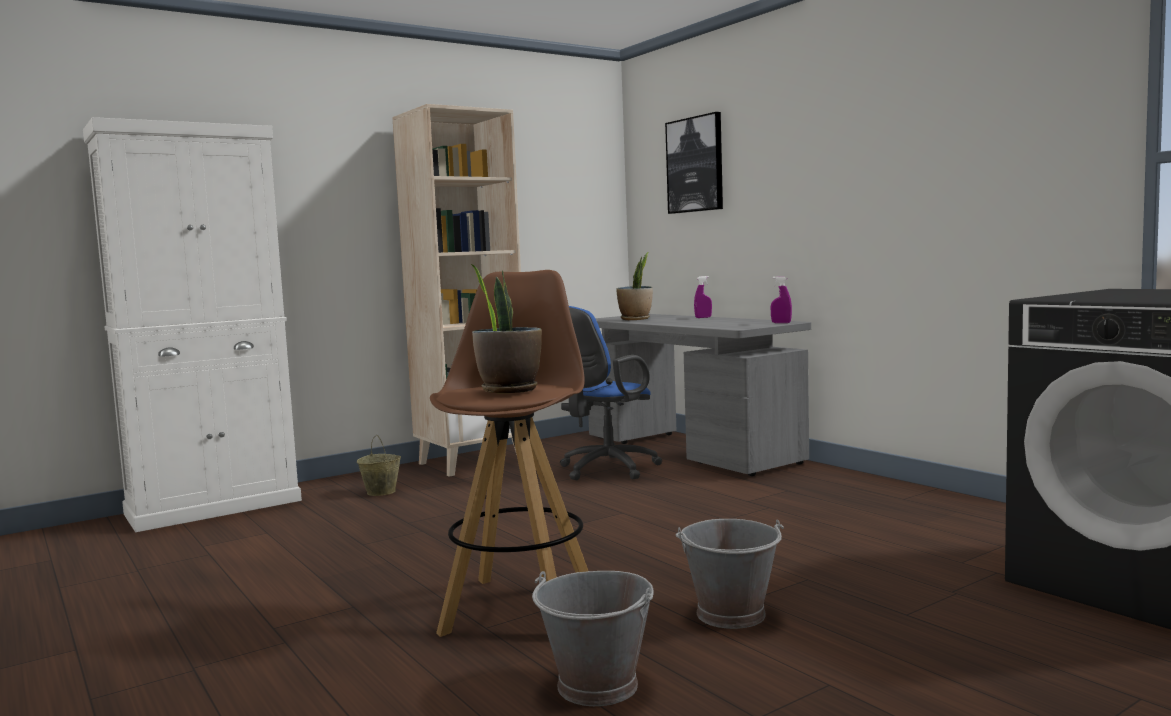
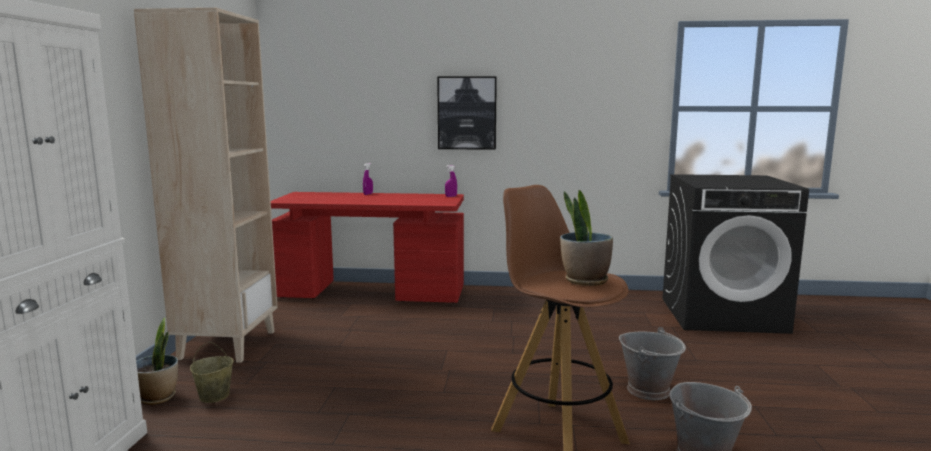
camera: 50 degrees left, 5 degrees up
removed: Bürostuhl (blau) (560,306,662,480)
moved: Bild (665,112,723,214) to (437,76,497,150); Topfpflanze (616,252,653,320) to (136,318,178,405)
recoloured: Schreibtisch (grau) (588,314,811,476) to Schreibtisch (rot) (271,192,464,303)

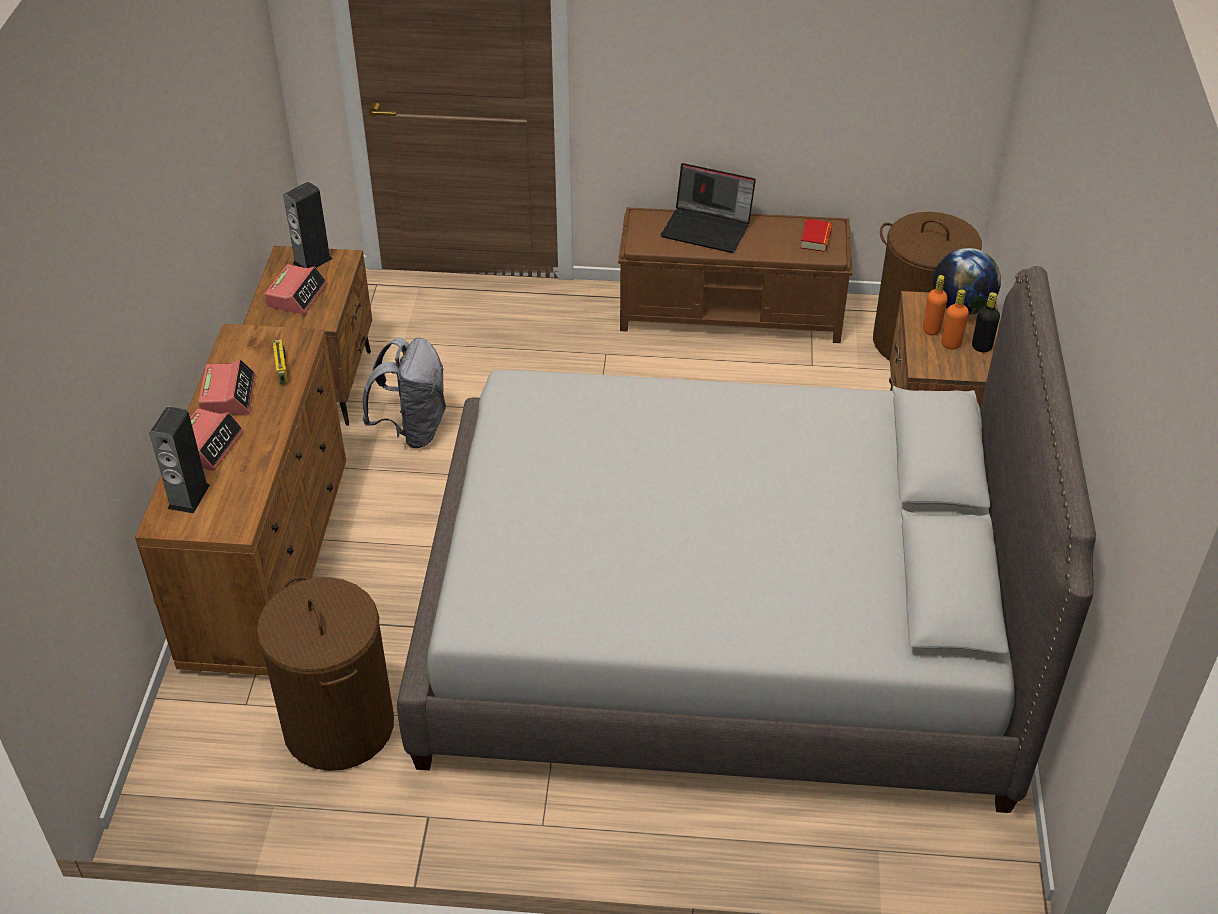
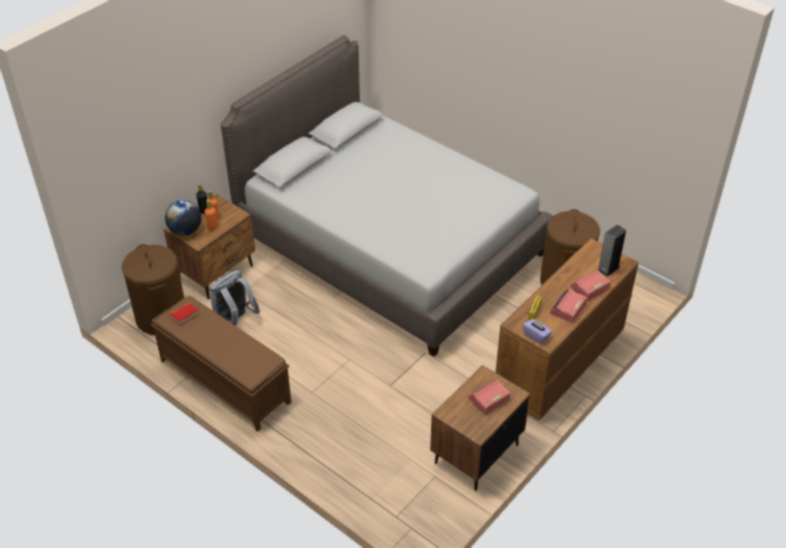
camera: 145 degrees left, 0 degrees up
removed: Laptop (661,163,756,253); Lautsprecher (283,182,333,268)
added: Taschentuchbox (lila) (523,318,552,344)
moved: Rucksack (grau) (363,337,446,448) to (209,270,260,326)

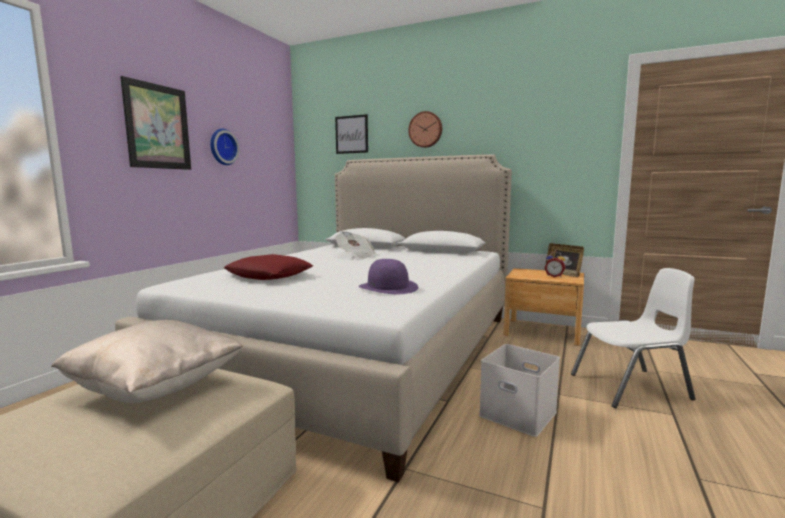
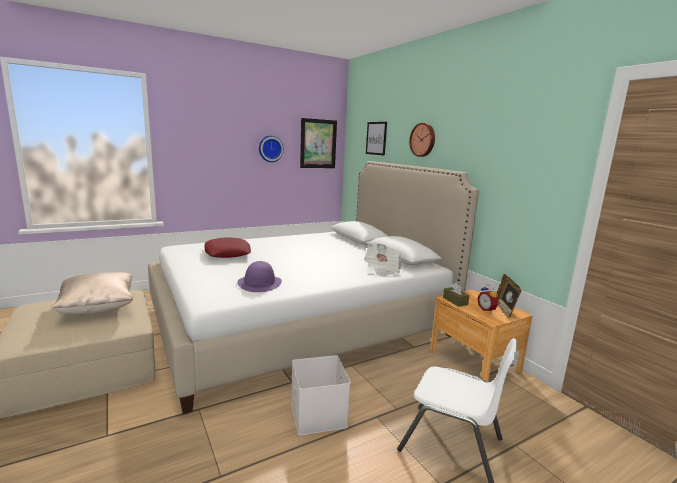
camera: 35 degrees right, 5 degrees up
added: Taschentuchbox (braun) (443,282,470,307)
moved: Bild (120,76,191,170) to (300,118,337,168); Zeitung (335,231,376,259) to (364,243,401,277)

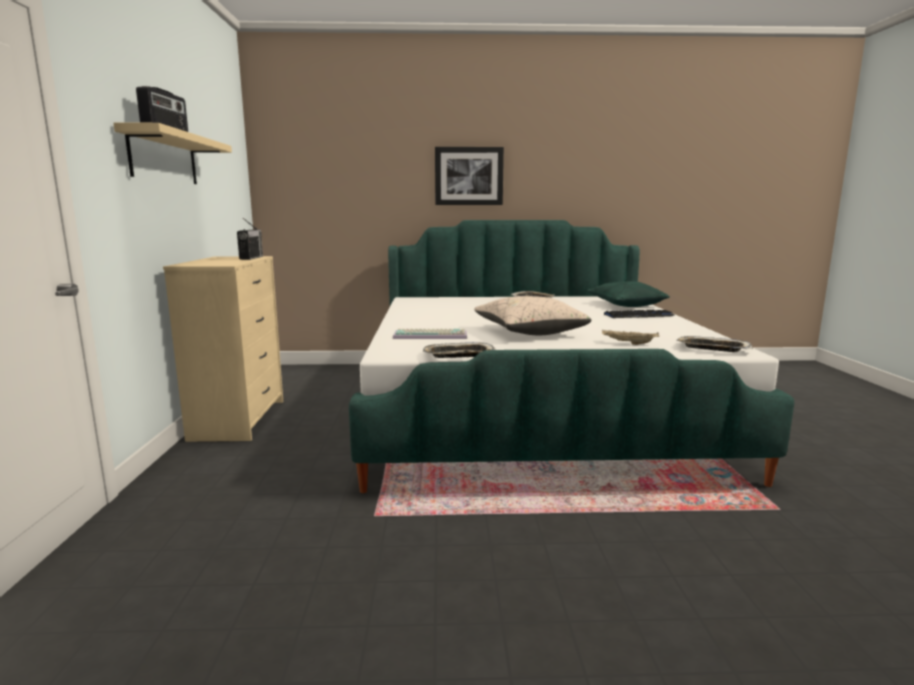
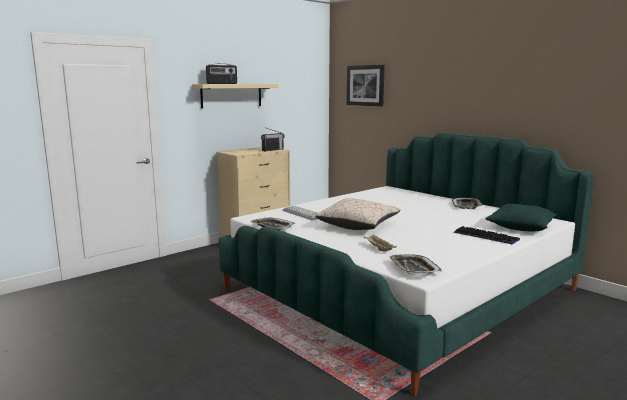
camera: 50 degrees right, 0 degrees up
moved: Bild (435,147,504,205) to (347,65,385,107)

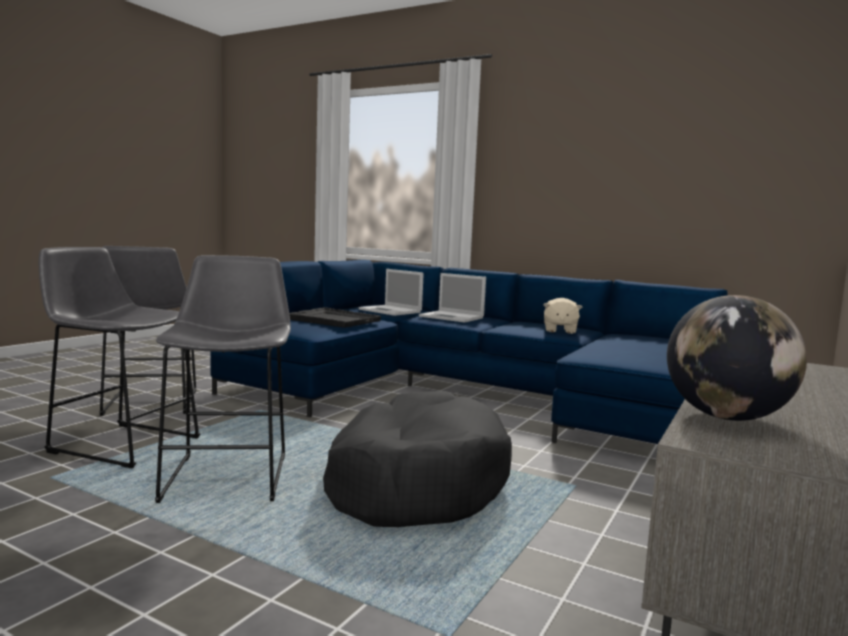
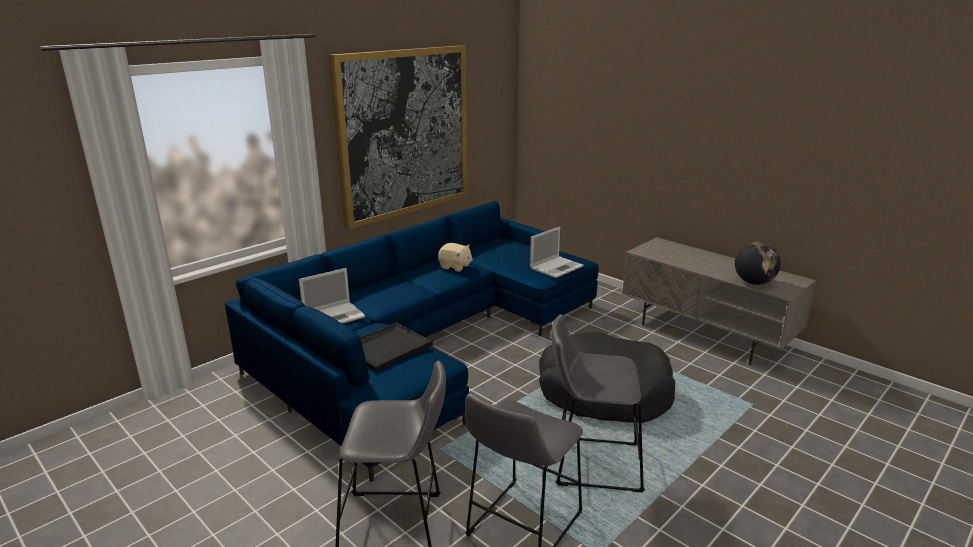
camera: 75 degrees left, 15 degrees up
added: Bild (329,45,468,229)
moved: Laptop (419,273,486,323) to (530,227,583,278)

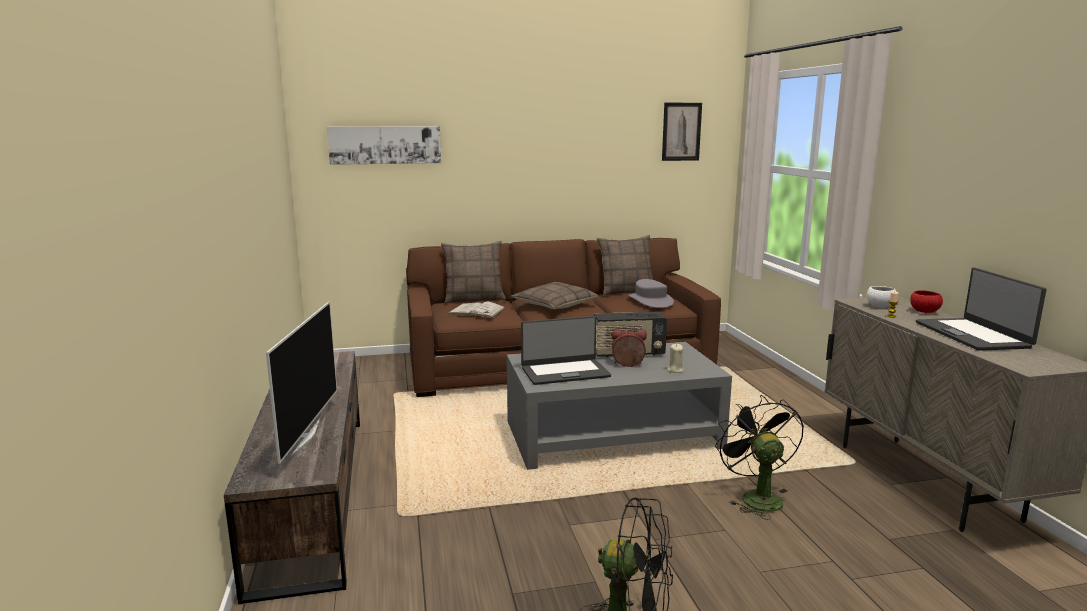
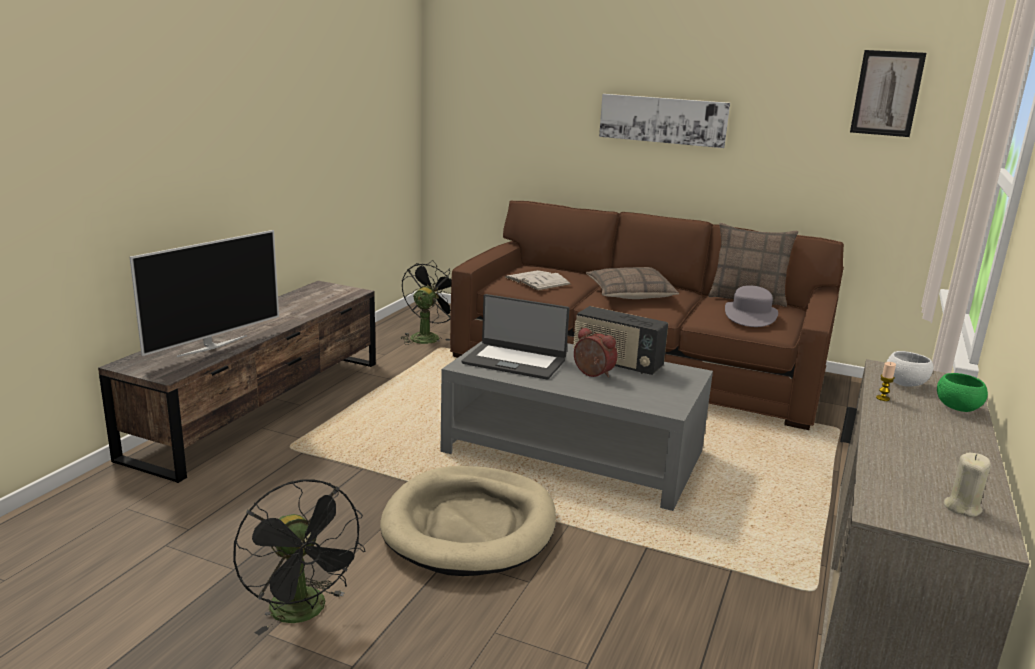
camera: 35 degrees right, 5 degrees up
removed: Kissen (441,241,506,304); Laptop (916,267,1046,351)
added: Hundebett (beige) (380,466,556,576)
moved: Bild (327,126,441,165) to (599,94,730,148); Kerze (beige) (667,344,683,373) to (944,453,991,517); Ventilator (schwarz) (715,395,804,520) to (400,260,452,345)
recoloured: Schüssel (rot) (910,290,943,313) to Schüssel (grün) (937,373,988,412)

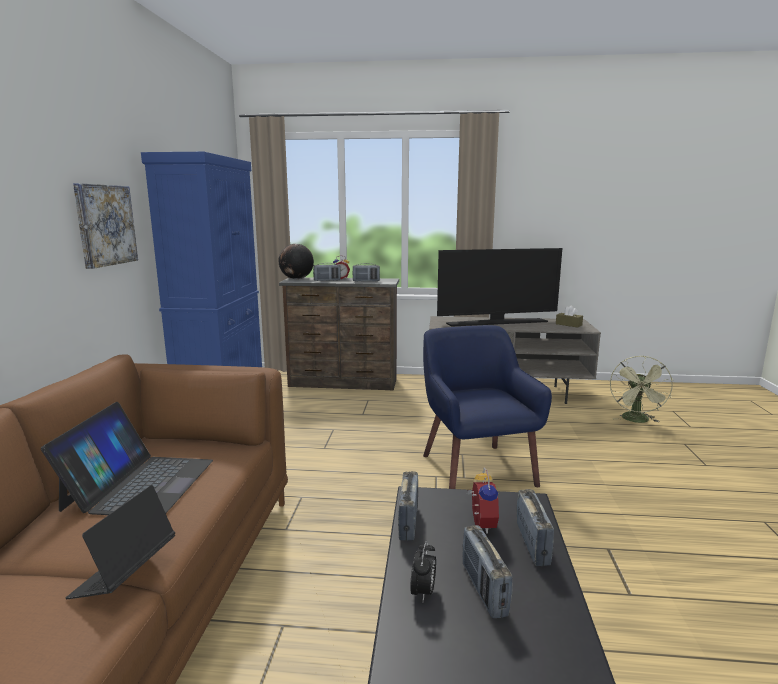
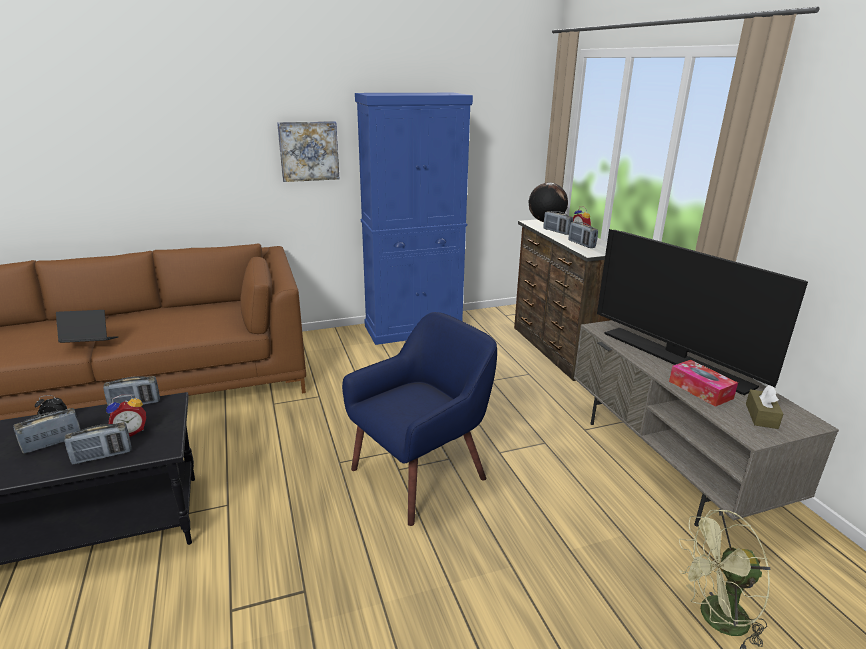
camera: 65 degrees right, 10 degrees up
removed: Laptop (41,402,213,515)
added: Taschentuchbox (669,360,738,407)

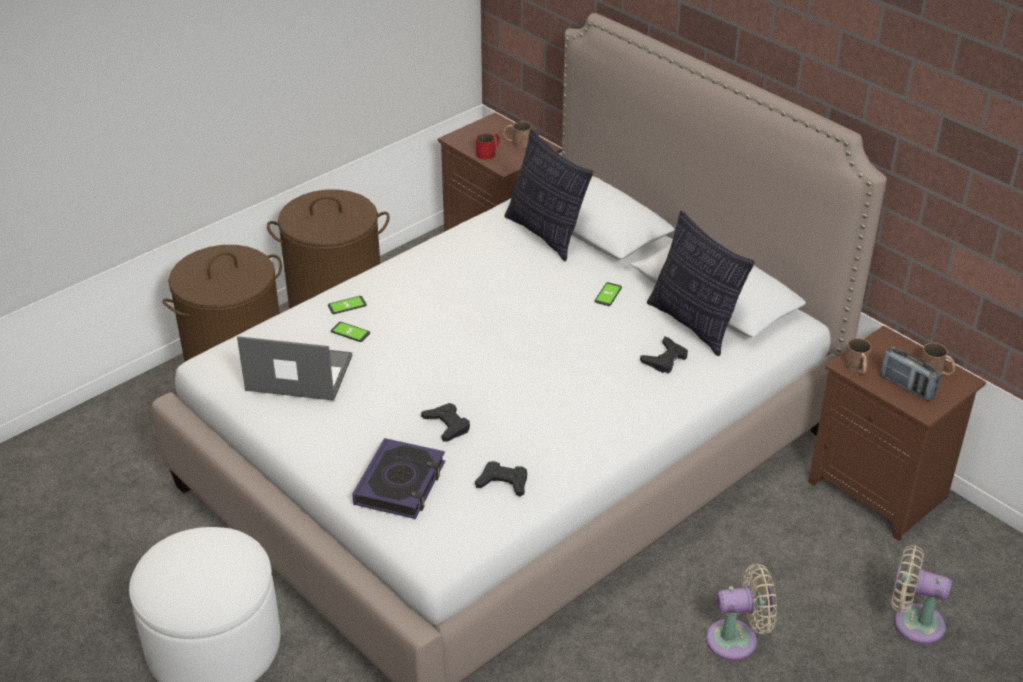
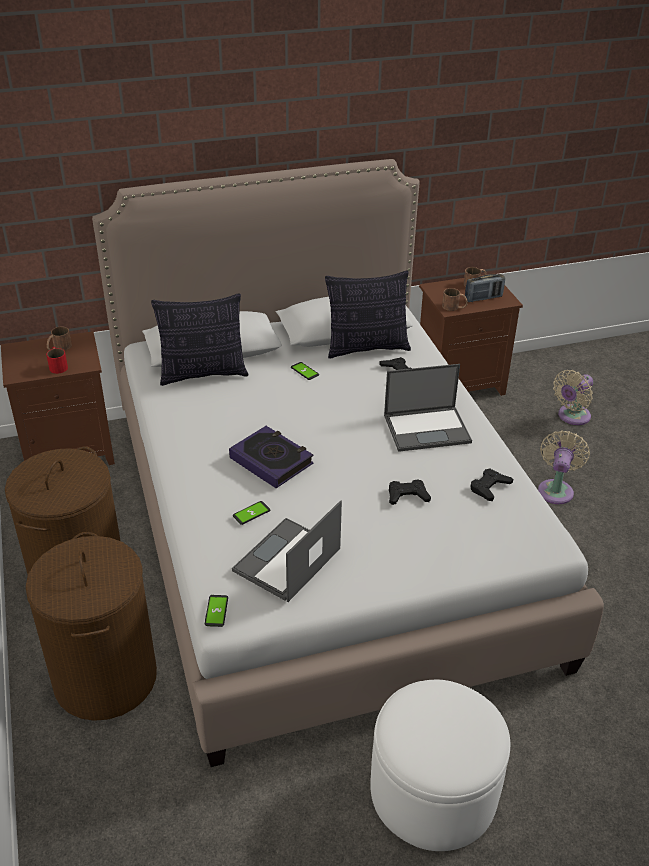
camera: 65 degrees left, 0 degrees up
added: Laptop (384,364,472,452)
moved: Handy (328,296,367,314) to (205,595,228,627); Buch (352,438,445,519) to (229,426,314,488)

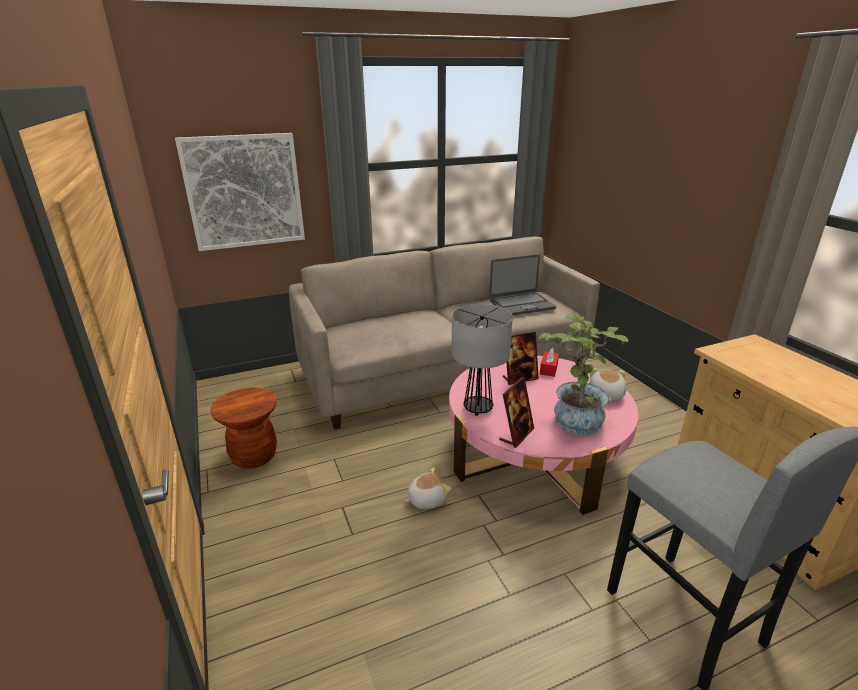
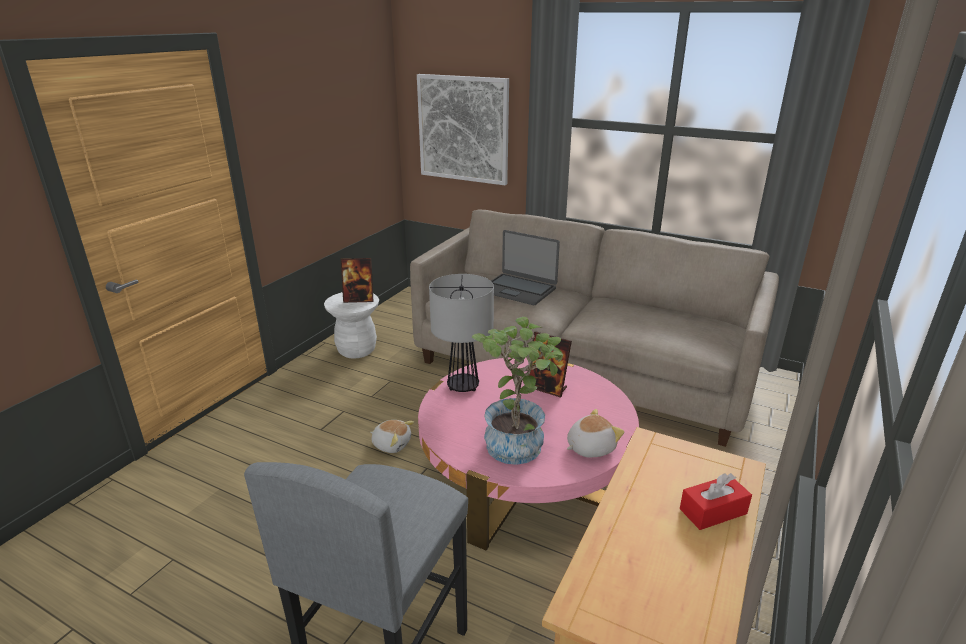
camera: 50 degrees right, 0 degrees up
moved: Laptop (489,254,556,315) to (491,230,560,305); Taschentuchbox (rot) (540,348,559,377) to (680,473,752,530); Bilderrahmen (499,377,534,448) to (341,258,374,303)
recoloured: Hocker (braun) (210,387,277,469) to Hocker (weiß) (324,292,379,359)

